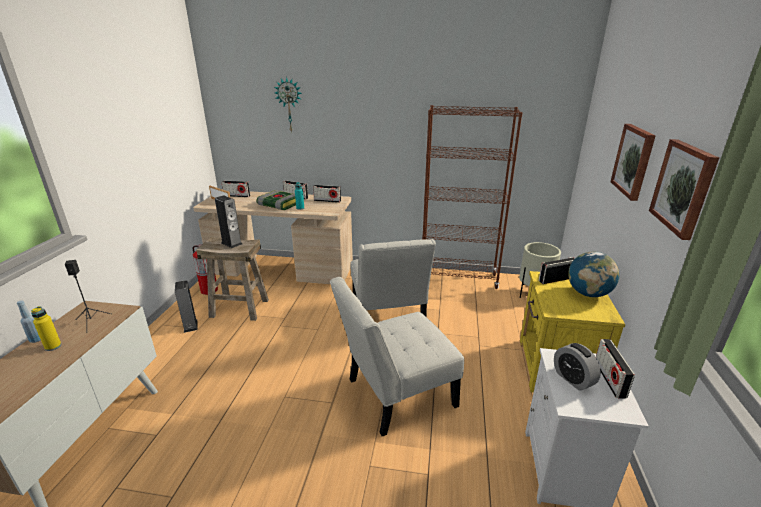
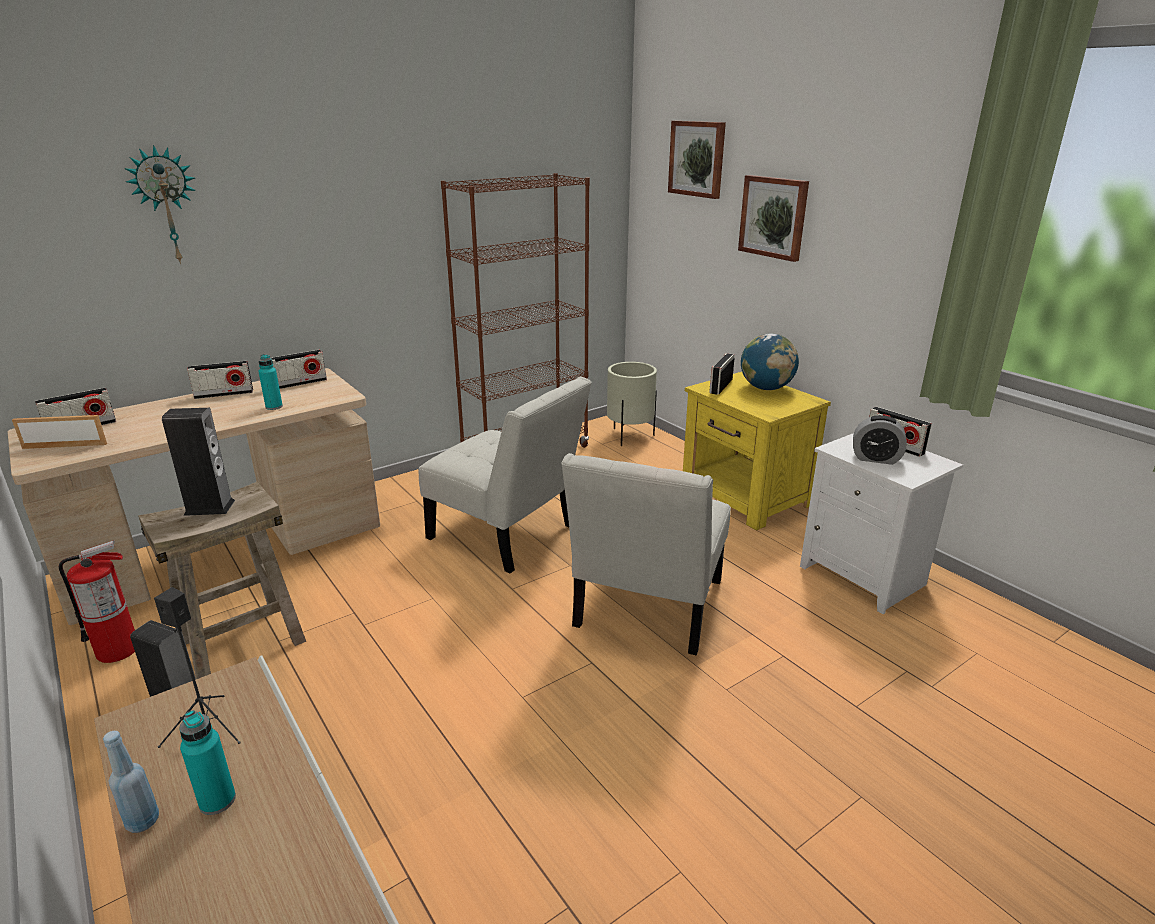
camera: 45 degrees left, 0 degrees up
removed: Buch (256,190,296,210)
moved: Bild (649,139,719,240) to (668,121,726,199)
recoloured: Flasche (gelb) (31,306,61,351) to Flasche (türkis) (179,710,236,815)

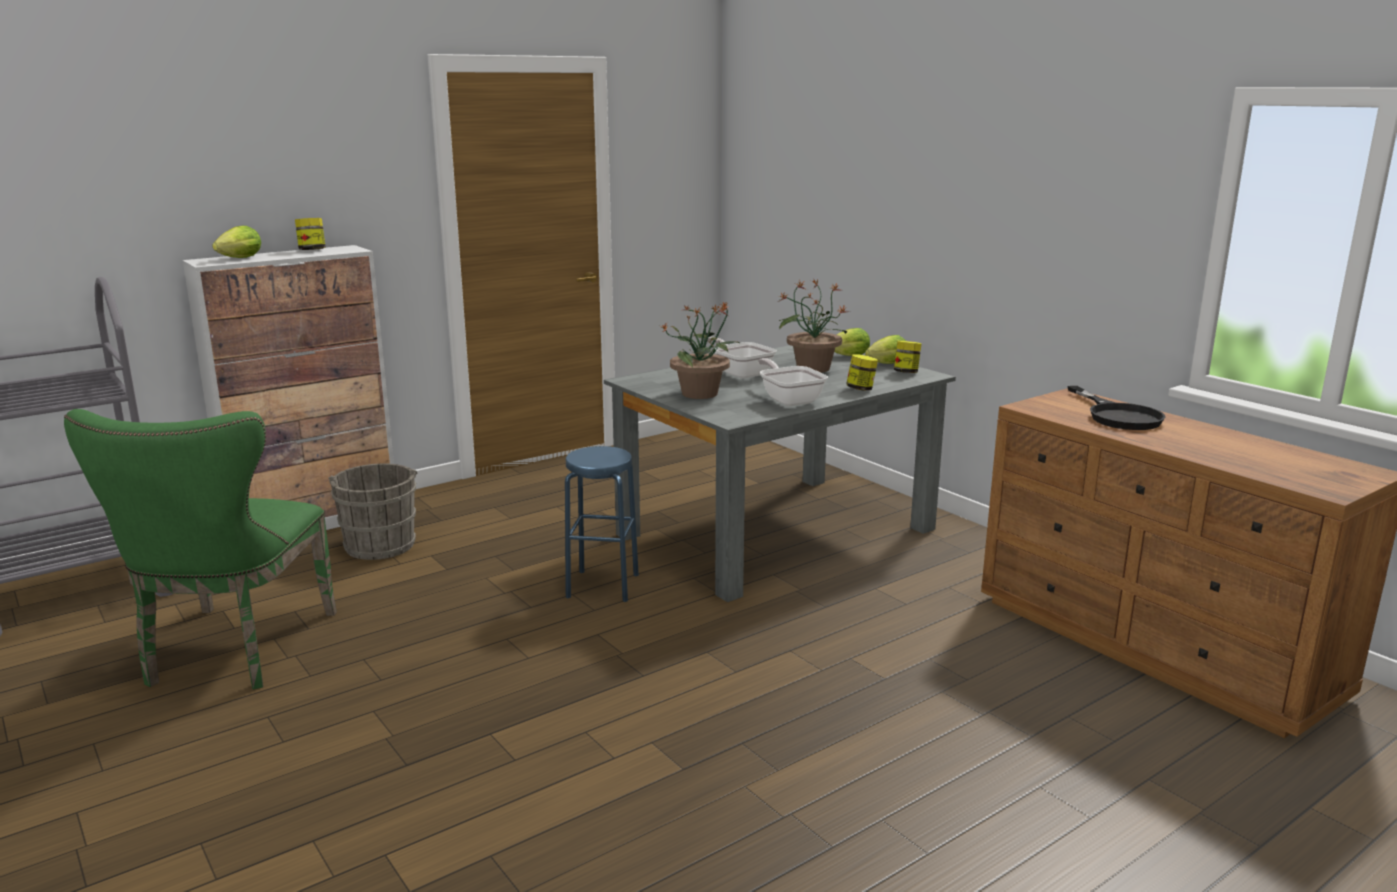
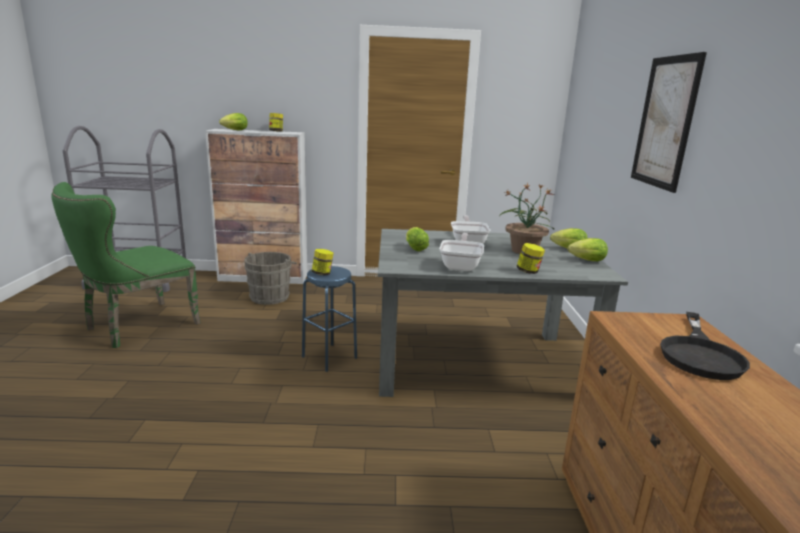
camera: 35 degrees right, 0 degrees up
added: Bild (631,52,707,193)
moved: Vorratsglas (894,341,921,373) to (312,249,334,275)
replaced: Topfpflanze (660,301,741,399) to Salatkopf (406,227,429,251)

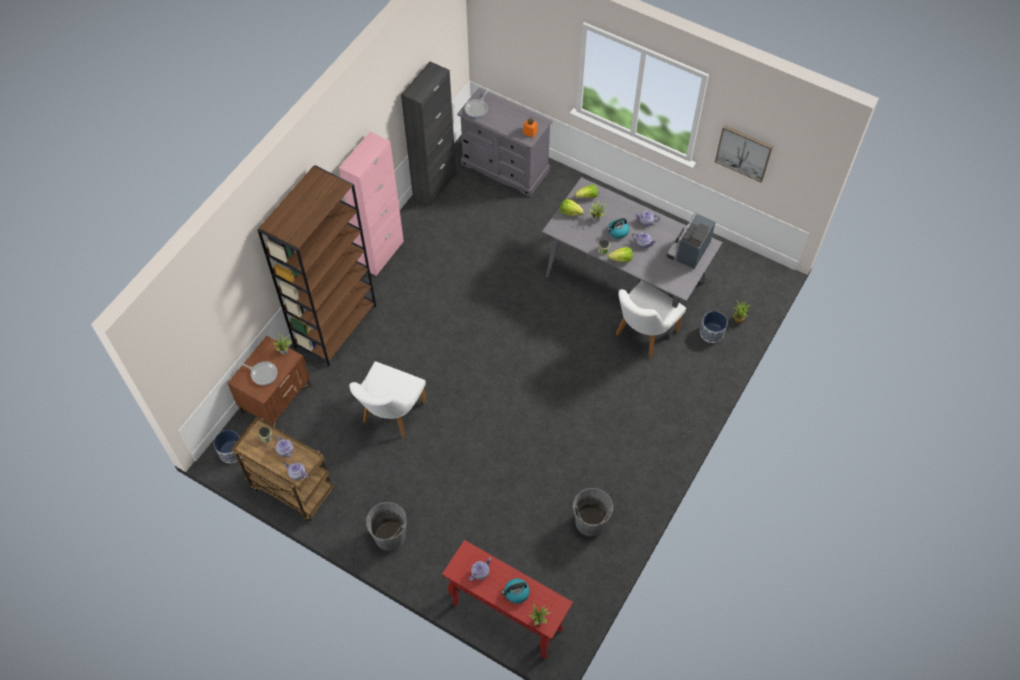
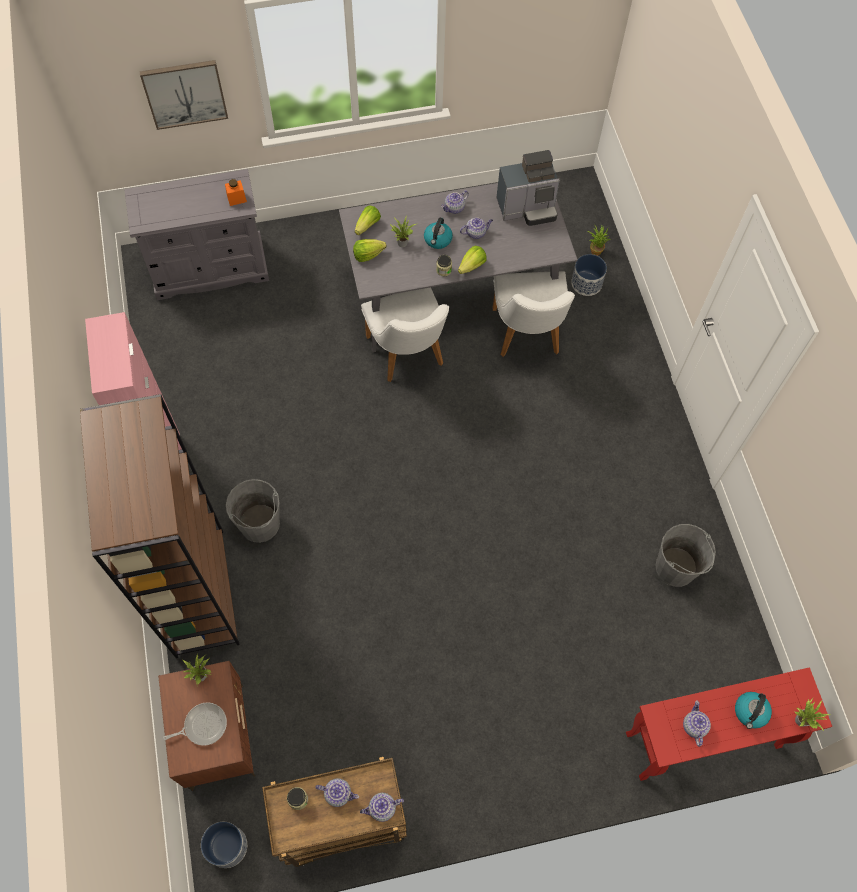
camera: 45 degrees left, 5 degrees up
removed: Schrank (schwarz) (401,61,456,206); Pfanne (465,91,488,118)
moved: Bild (715,125,773,182) to (139,60,228,130); Stuhl (weiß) (349,361,427,438) to (361,287,449,382); Eimer (grau) (366,502,407,551) to (226,479,280,543)
turned: Kaffeemaschine (667,212,716,269) = (496,150,560,226) 90 degrees counterclockwise

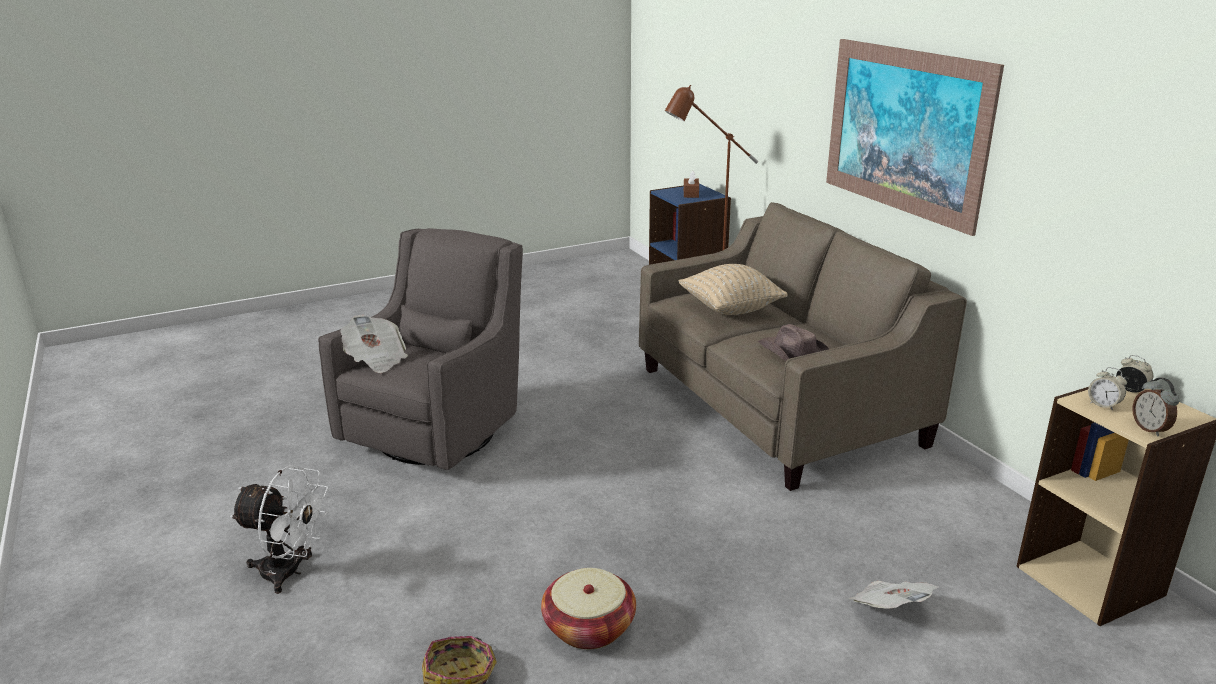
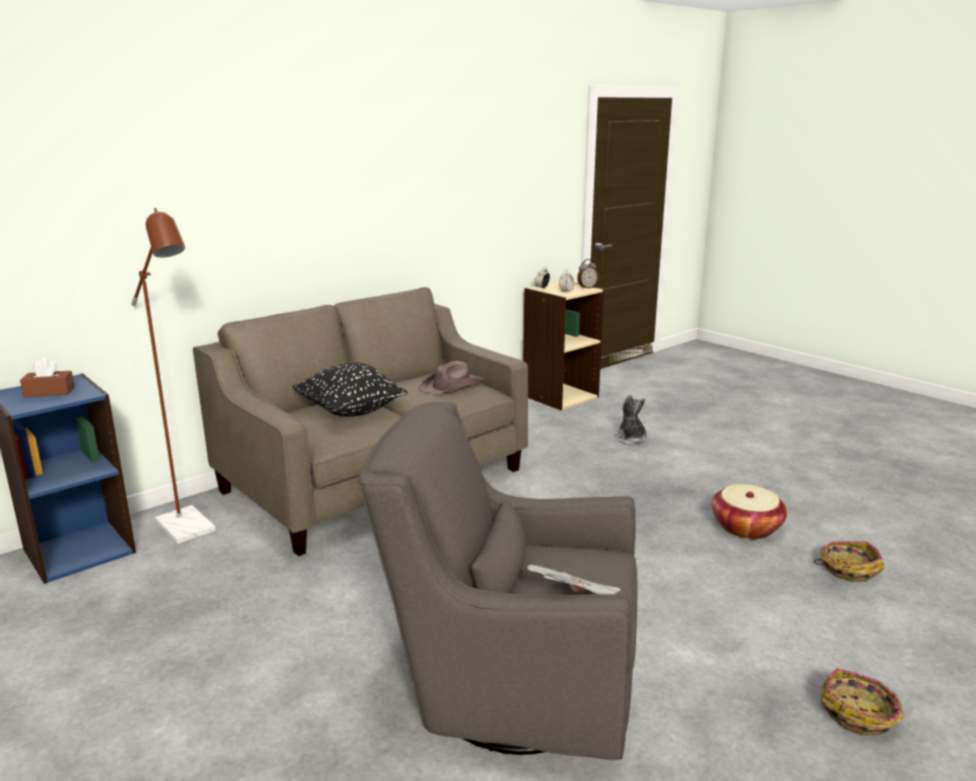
camera: 105 degrees left, 5 degrees down
removed: Bild (826,39,1004,236)
replaced: Ventilator (weiß) (230,465,328,594) to Korb (821,668,904,735); Zeitung (849,581,939,608) to Plüschtier (615,394,647,445)
recoloured: Kissen (beige) (679,264,788,315) to Kissen (schwarz) (292,362,408,417)

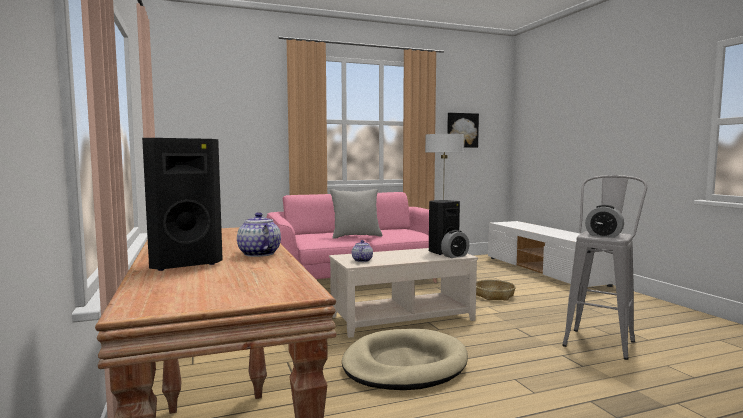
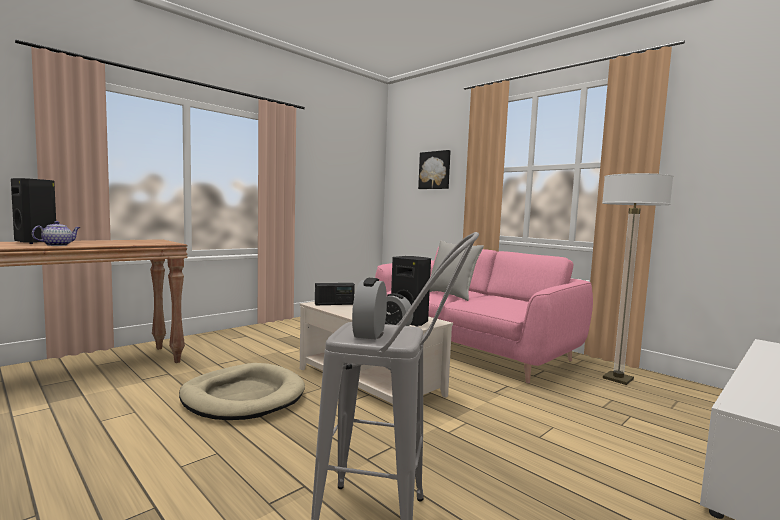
camera: 65 degrees right, 0 degrees up
removed: Korb (476,280,516,301)
moved: Bild (447,113,479,148) to (418,150,451,189)
replaced: Teekanne (352,240,373,262) to Radio (315,283,355,305)

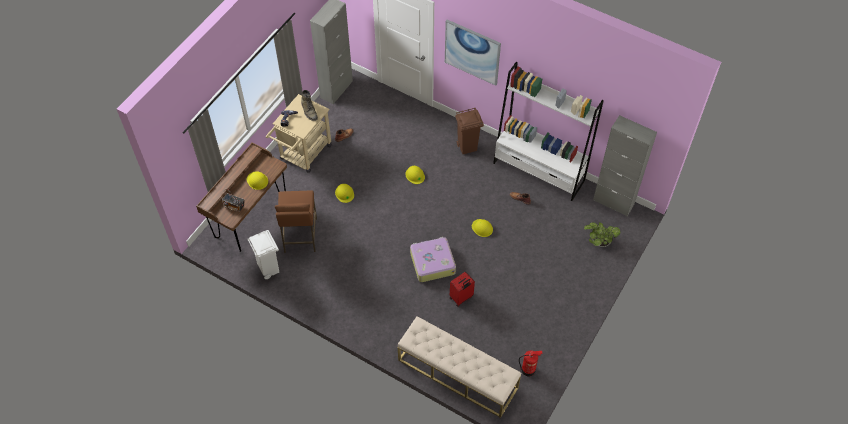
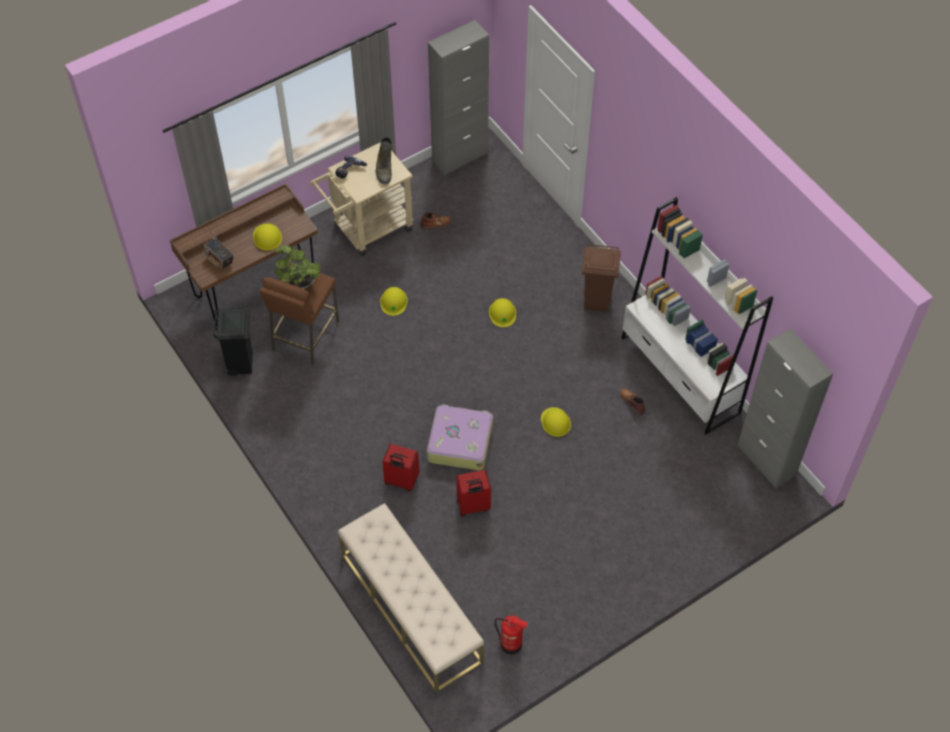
camera: 25 degrees right, 0 degrees up
removed: Bild (445,20,501,86)
added: Koffer (rot) (382,444,419,491)
moved: Topfpflanze (584,222,620,247) to (274,245,321,289)
recoloured: Mülleimer (weiß) (247,230,279,279) to Mülleimer (schwarz) (213,307,253,376)

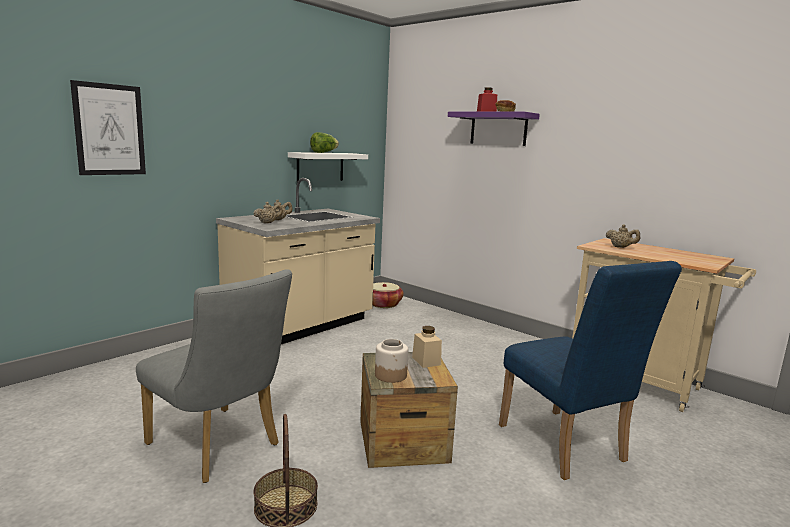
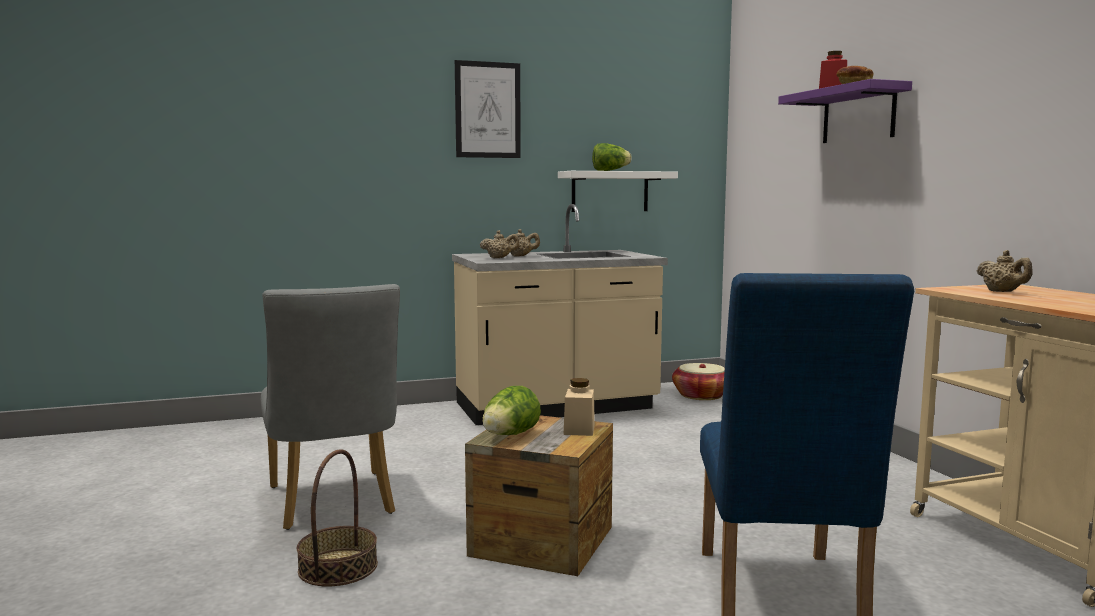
camera: 30 degrees right, 5 degrees down
moved: Bild (70,80,146,175) to (455,60,521,158)
replaced: Vorratsglas (375,339,408,383) to Salatkopf (482,386,541,435)

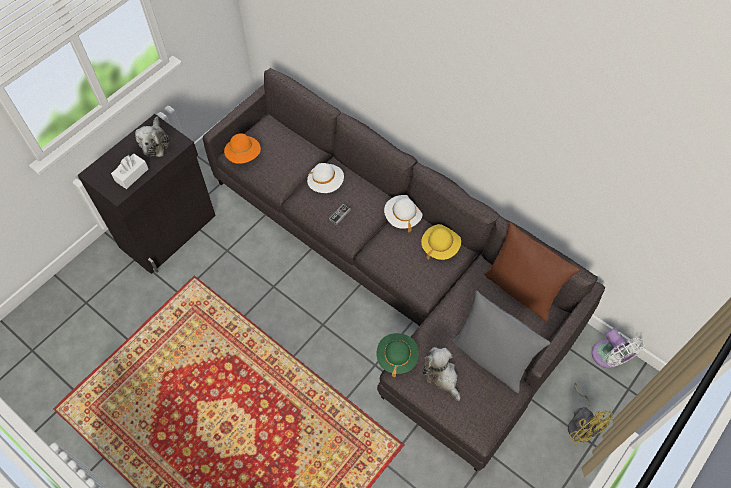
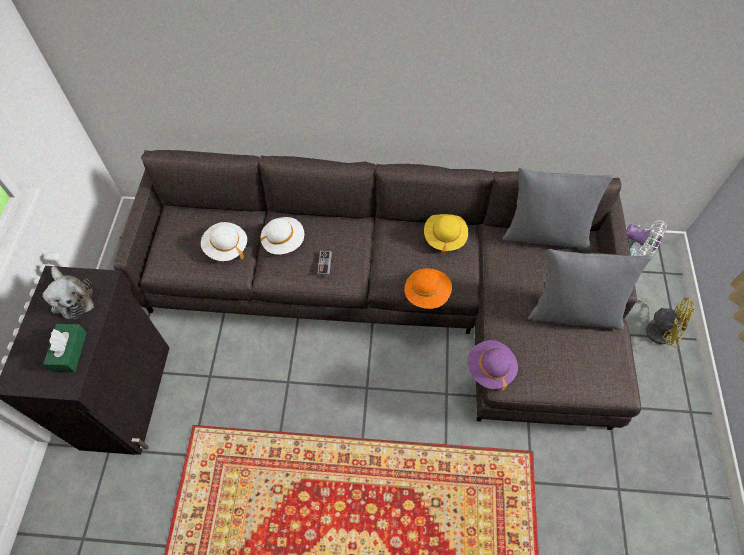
camera: 35 degrees left, 0 degrees up
removed: Plüschtier (423,347,460,401)
moved: Hut (orange) (224,133,261,164) to (404,268,452,309); Hut (weiß) (384,195,423,232) to (201,222,247,261)
recoloured: Taschentuchbox (weiß) (111,153,148,189) to Taschentuchbox (grün) (43,324,87,373); Kissen (braun) (484,222,580,322) to Kissen (grau) (502,168,614,250); Hut (grün) (377,333,419,377) to Hut (lila) (467,340,518,391)

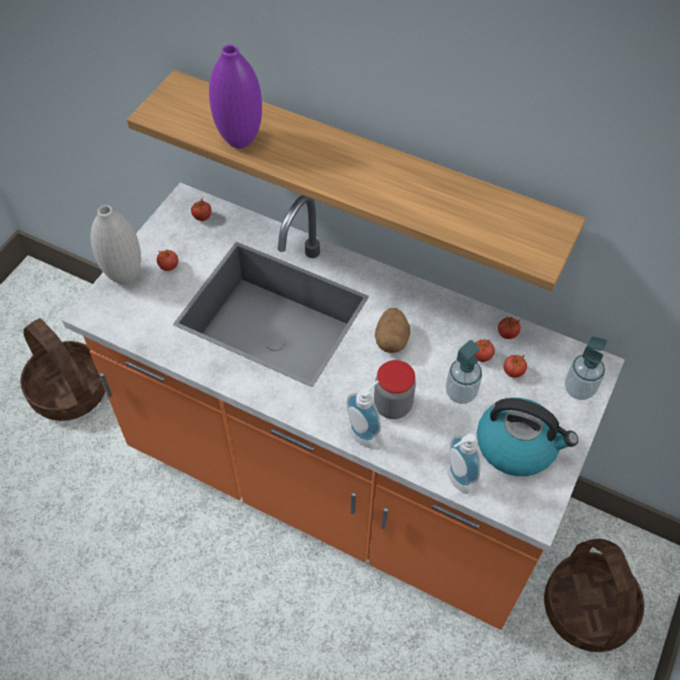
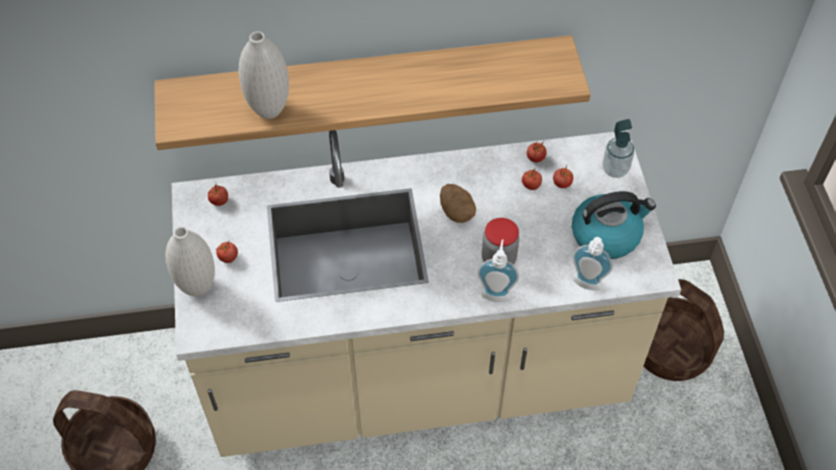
camera: 35 degrees left, 0 degrees up
removed: Seifenspender (446,340,482,404)
recoloured: Vase (lila) (209,45,262,149) to Vase (weiß) (239,31,289,119); Küchenzeile (orange) (62,183,625,630) to Küchenzeile (beige) (172,130,681,457)

